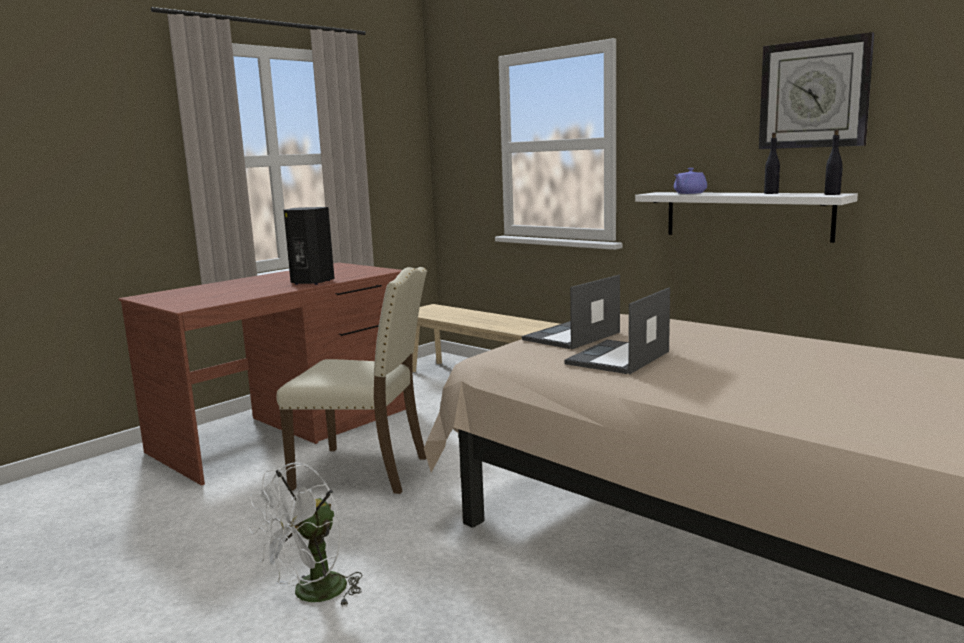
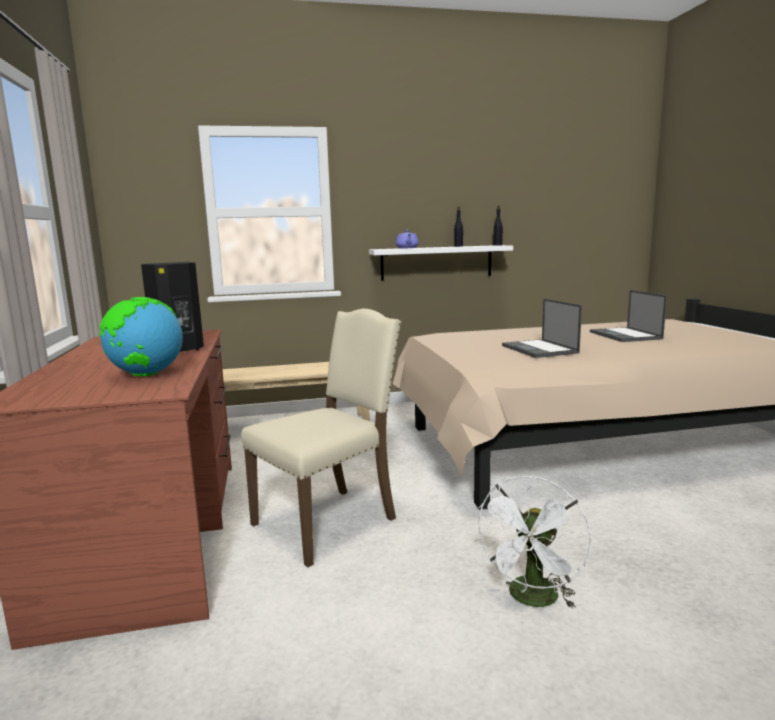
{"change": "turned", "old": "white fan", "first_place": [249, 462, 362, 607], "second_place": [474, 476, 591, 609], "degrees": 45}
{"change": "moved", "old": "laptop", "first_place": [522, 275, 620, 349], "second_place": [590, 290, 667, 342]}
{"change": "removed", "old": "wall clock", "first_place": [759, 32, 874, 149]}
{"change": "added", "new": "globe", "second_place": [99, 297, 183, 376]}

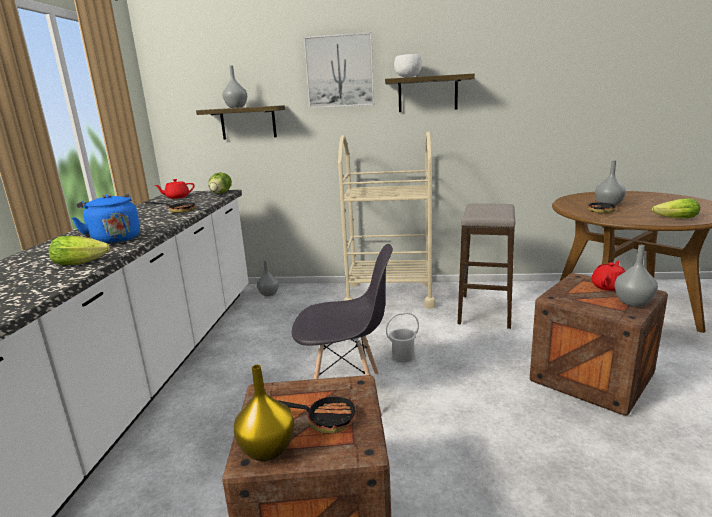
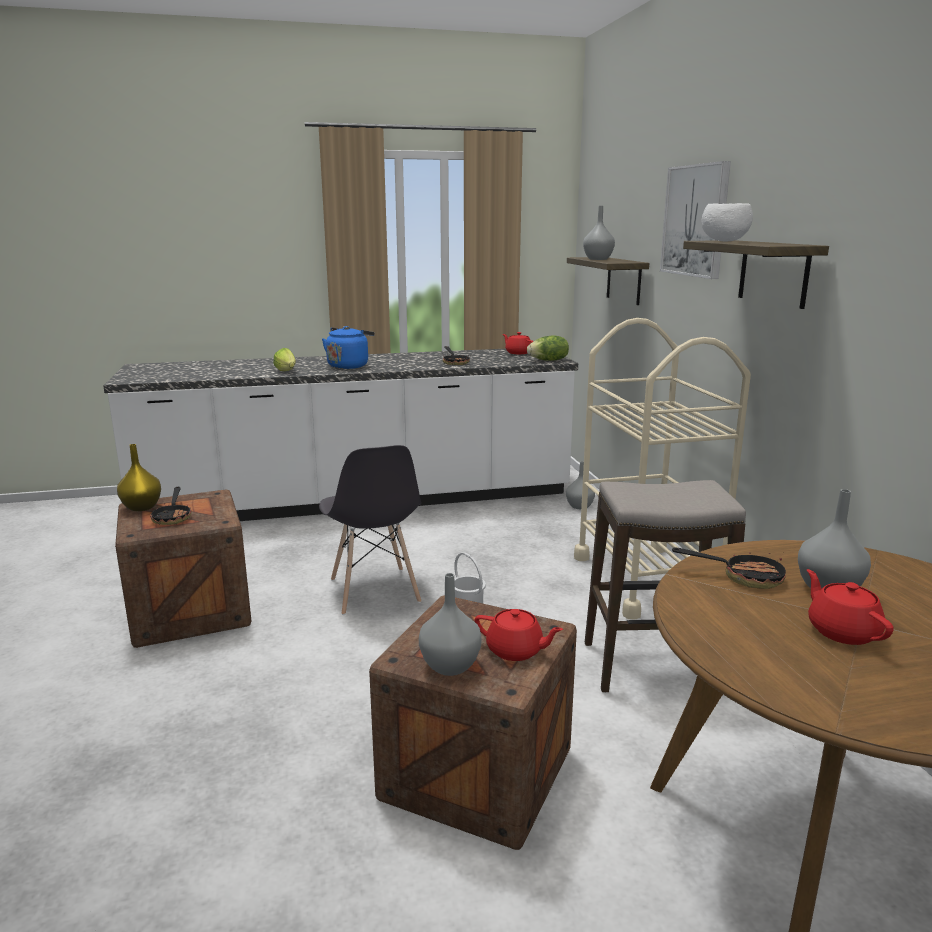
{"change": "removed", "old": "lettuce", "first_place": [652, 198, 700, 218]}
{"change": "added", "new": "red teapot", "second_place": [807, 569, 893, 645]}

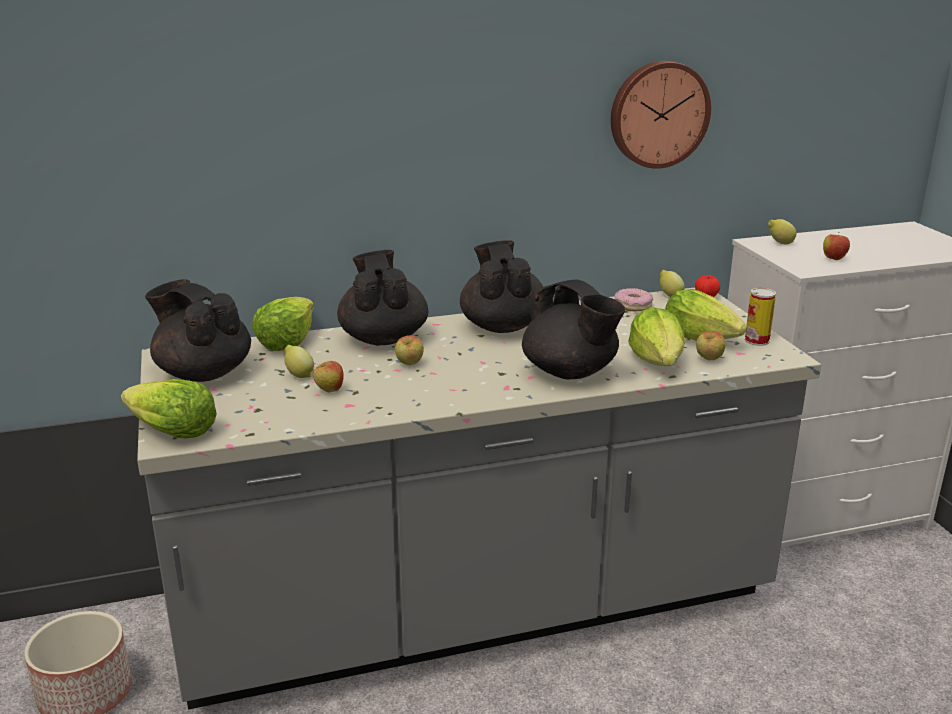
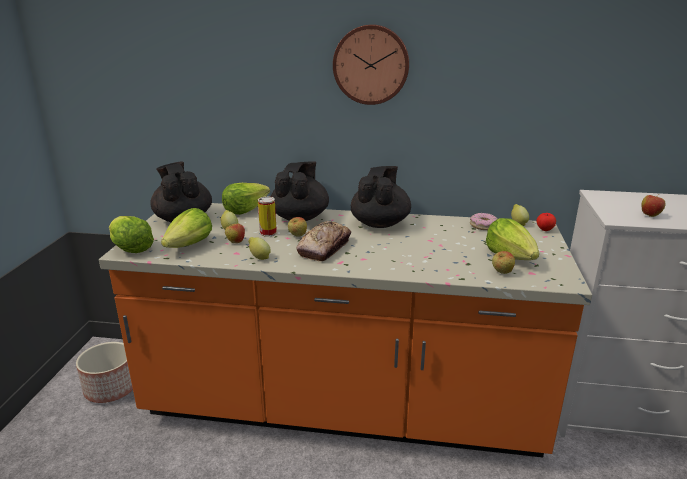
{"change": "recoloured", "old": "grey counter", "new": "orange counter", "first_place": [137, 287, 821, 710], "second_place": [99, 203, 592, 457]}
{"change": "removed", "old": "black teapot", "first_place": [522, 279, 625, 379]}
{"change": "moved", "old": "wall clock", "first_place": [611, 61, 711, 169], "second_place": [333, 24, 409, 105]}
{"change": "moved", "old": "lettuce", "first_place": [628, 307, 685, 366], "second_place": [161, 208, 212, 248]}
{"change": "moved", "old": "can", "first_place": [745, 288, 776, 346], "second_place": [258, 196, 277, 237]}
{"change": "moved", "old": "lemon", "first_place": [768, 219, 796, 244], "second_place": [249, 237, 271, 260]}
{"change": "added", "new": "bread", "second_place": [296, 221, 351, 261]}

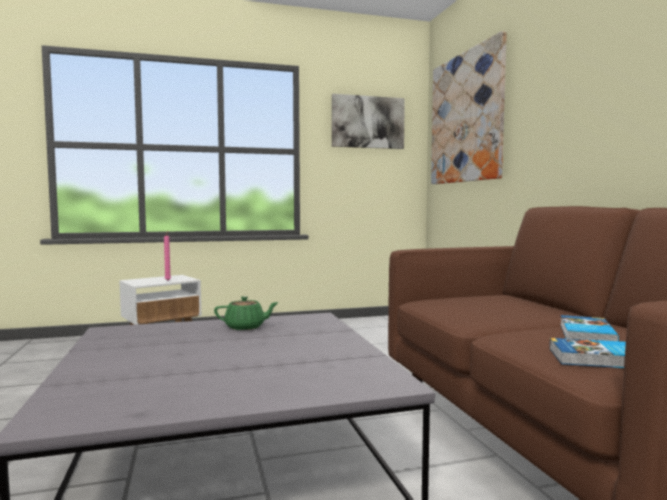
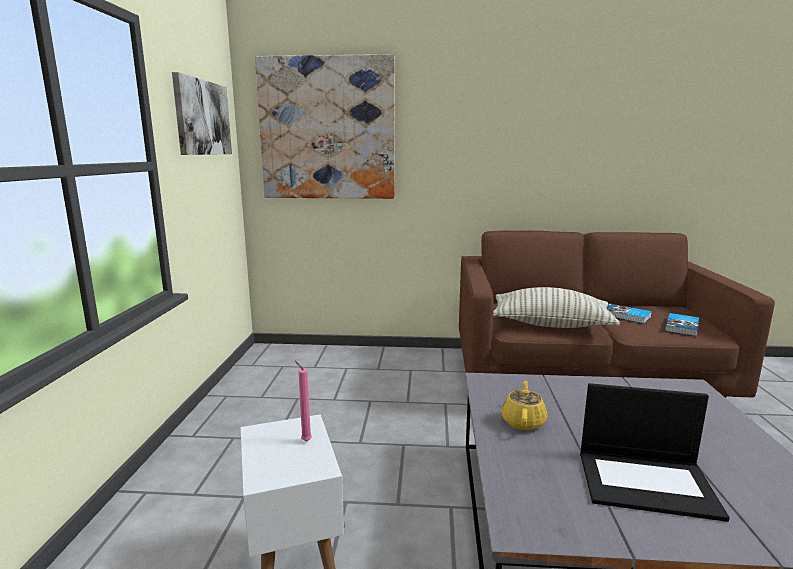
{"change": "recoloured", "old": "green teapot", "new": "yellow teapot", "first_place": [214, 296, 279, 330], "second_place": [501, 381, 547, 431]}
{"change": "added", "new": "pillow", "second_place": [493, 287, 620, 328]}
{"change": "added", "new": "laptop", "second_place": [580, 383, 730, 522]}

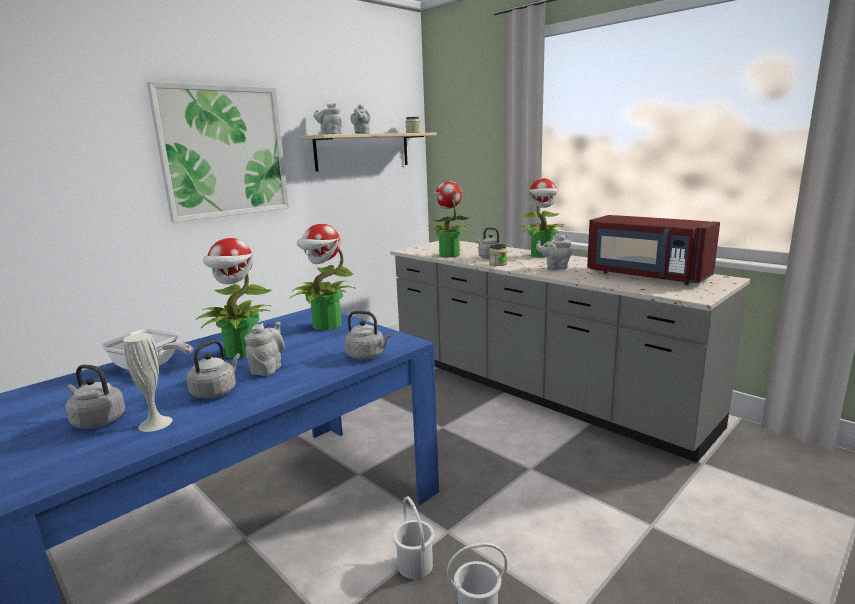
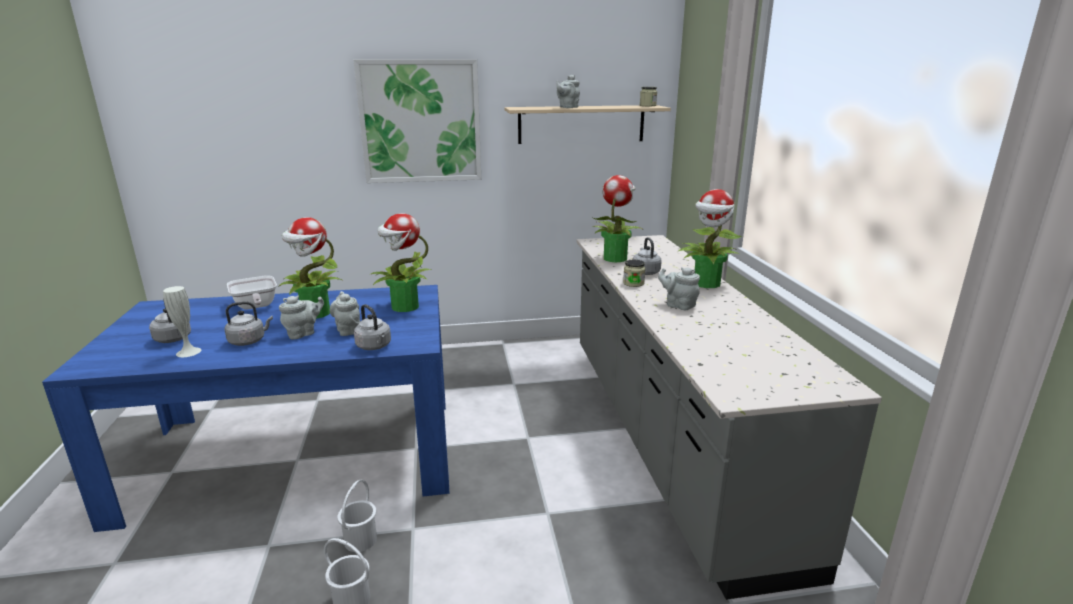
{"change": "moved", "old": "grey teapot", "first_place": [314, 103, 342, 135], "second_place": [330, 291, 360, 336]}
{"change": "removed", "old": "red microwave", "first_place": [587, 215, 720, 285]}

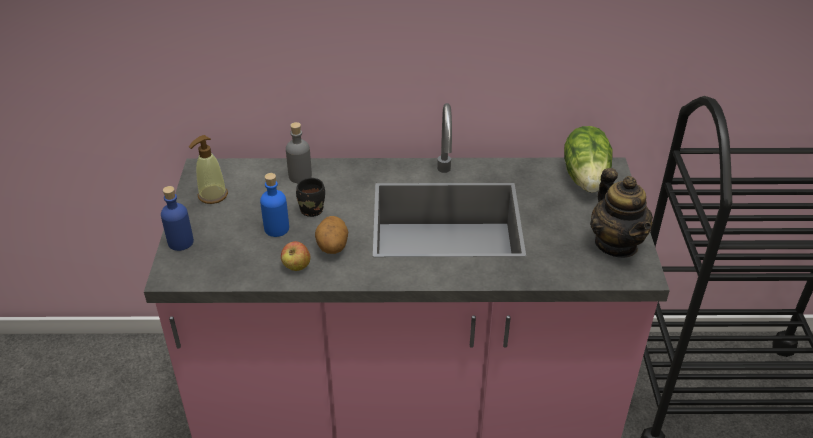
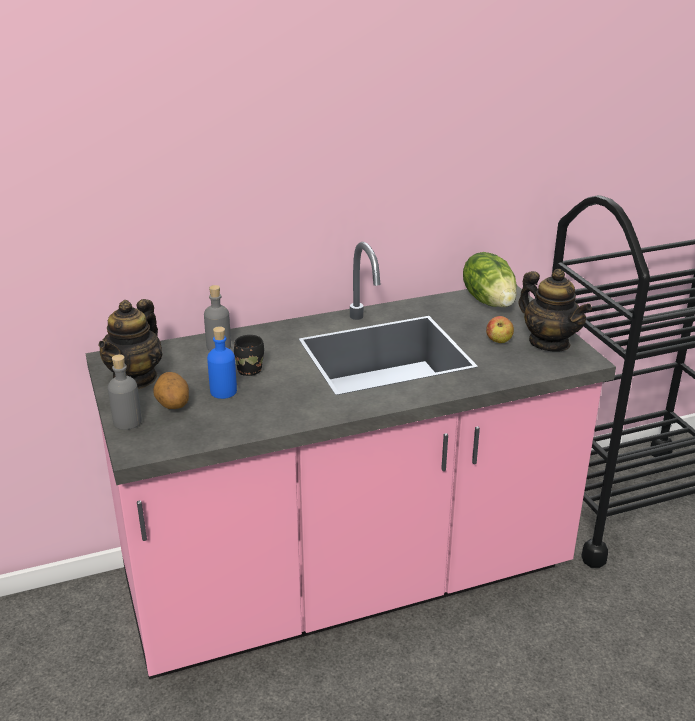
{"change": "recoloured", "old": "blue bottle", "new": "grey bottle", "first_place": [161, 186, 194, 251], "second_place": [108, 354, 142, 430]}
{"change": "replaced", "old": "soap dispenser", "new": "teapot", "first_place": [189, 135, 228, 204], "second_place": [99, 299, 163, 389]}
{"change": "moved", "old": "apple", "first_place": [281, 241, 311, 271], "second_place": [486, 316, 514, 343]}
{"change": "moved", "old": "potato", "first_place": [315, 216, 348, 254], "second_place": [153, 372, 189, 409]}

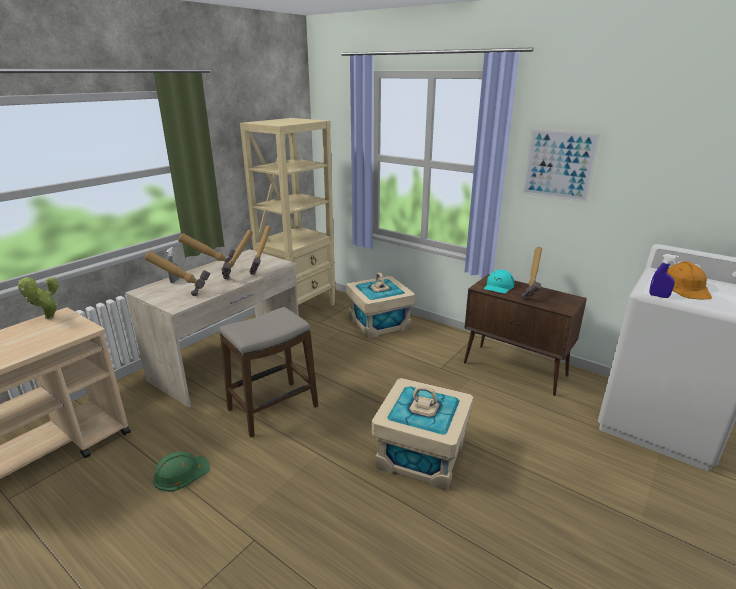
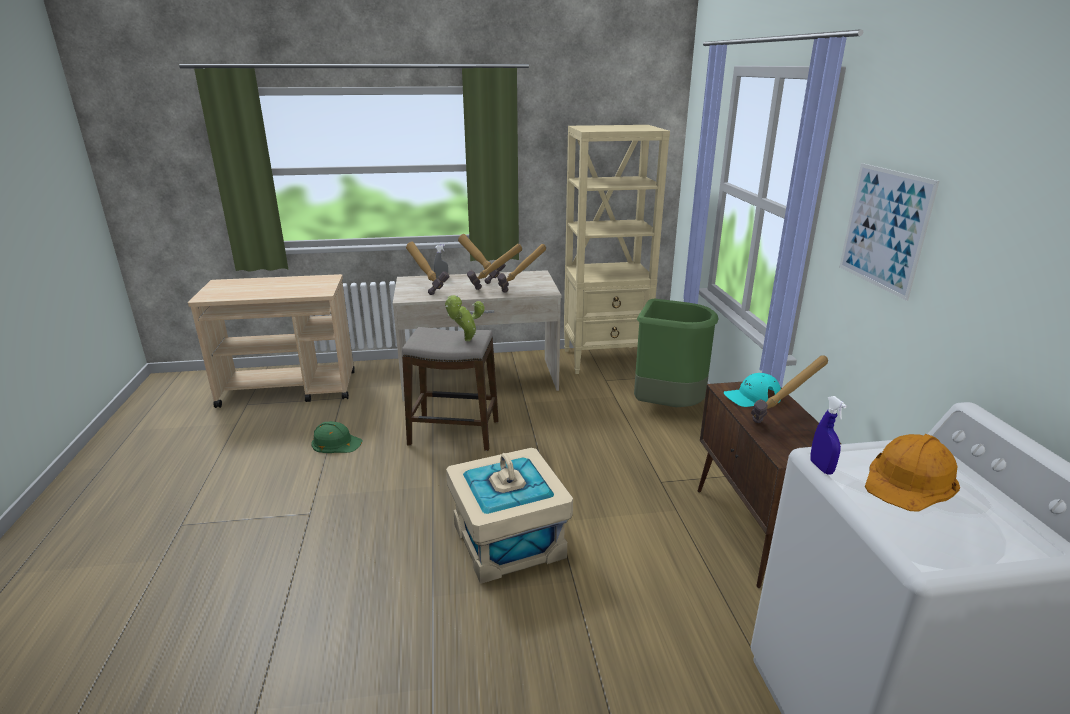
{"change": "moved", "old": "potted plant", "first_place": [17, 276, 59, 319], "second_place": [445, 295, 485, 341]}
{"change": "replaced", "old": "beige storage box", "new": "green trash can", "first_place": [346, 272, 415, 339], "second_place": [634, 299, 719, 407]}

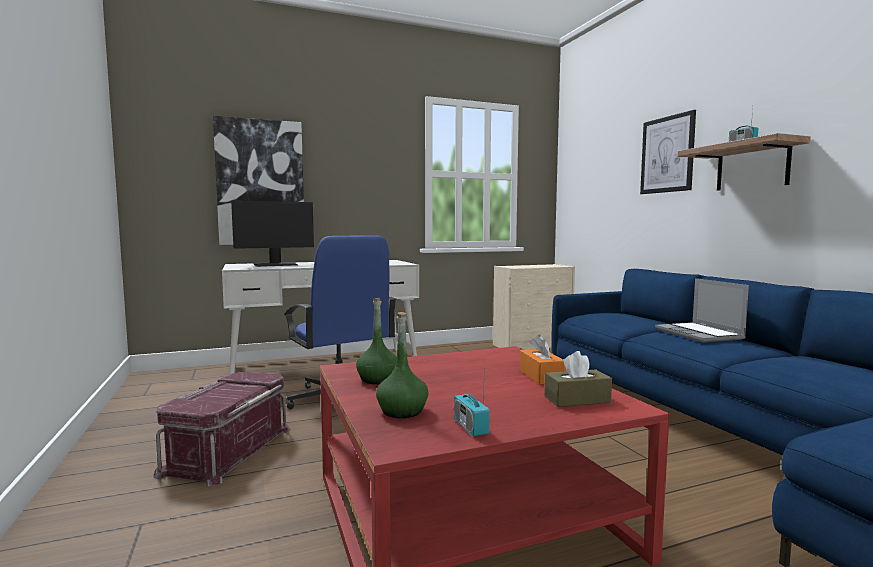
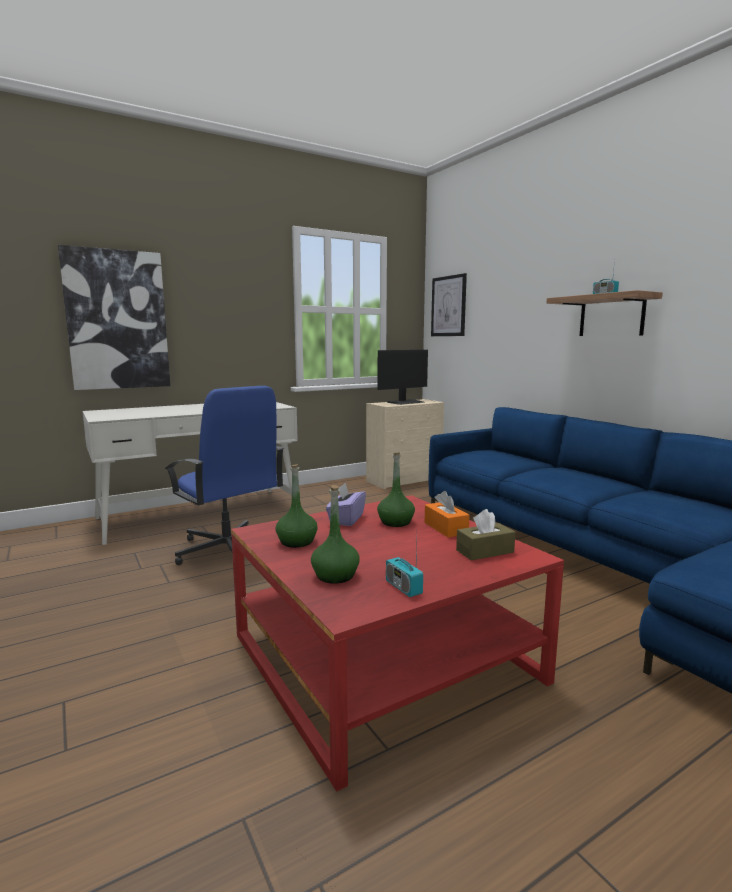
{"change": "removed", "old": "red storage box", "first_place": [154, 372, 291, 486]}
{"change": "moved", "old": "monitor", "first_place": [231, 200, 314, 267], "second_place": [377, 350, 428, 405]}
{"change": "moved", "old": "picture", "first_place": [640, 110, 696, 194], "second_place": [431, 273, 467, 336]}
{"change": "removed", "old": "laptop", "first_place": [655, 278, 749, 343]}
{"change": "added", "new": "purple tissue box", "second_place": [326, 483, 366, 526]}
{"change": "added", "new": "green bottle", "second_place": [377, 452, 415, 527]}

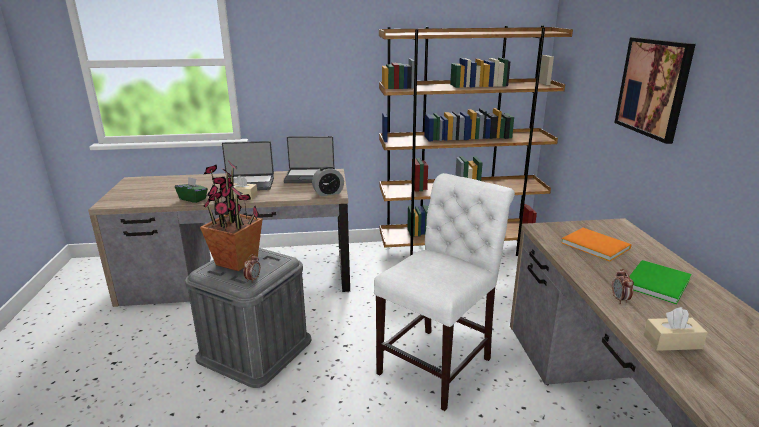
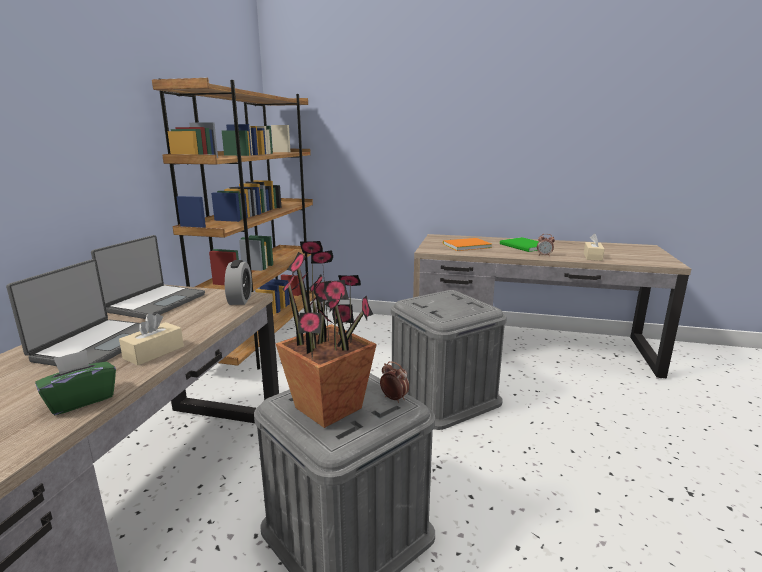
{"change": "replaced", "old": "white chair", "new": "grey storage box", "first_place": [374, 173, 515, 411], "second_place": [391, 290, 507, 430]}
{"change": "removed", "old": "picture", "first_place": [614, 37, 696, 144]}

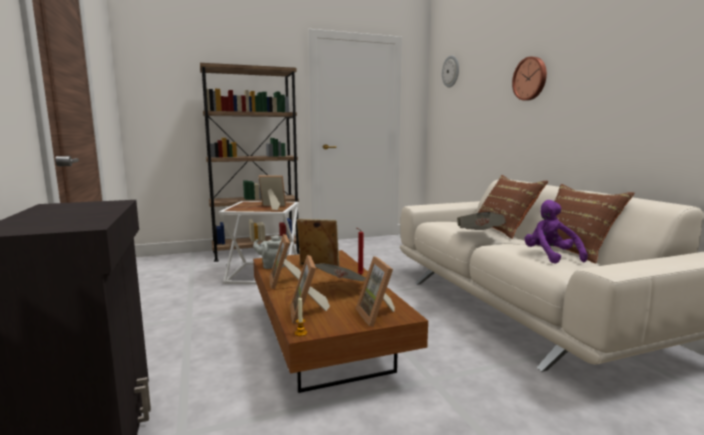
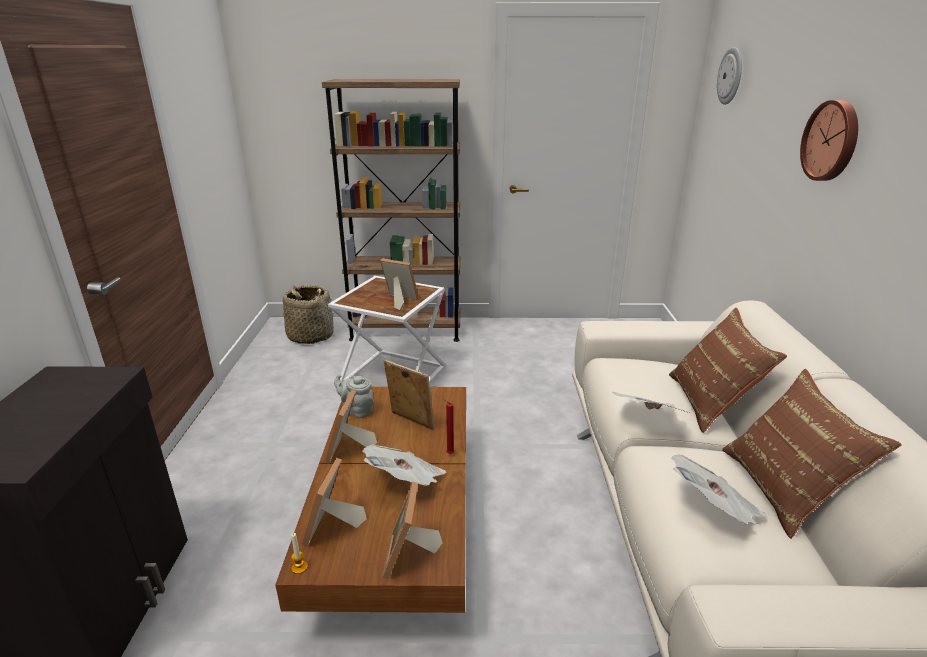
{"change": "replaced", "old": "purple plush toy", "new": "newspaper", "first_place": [525, 200, 588, 264], "second_place": [671, 454, 767, 524]}
{"change": "added", "new": "basket", "second_place": [283, 285, 333, 344]}

